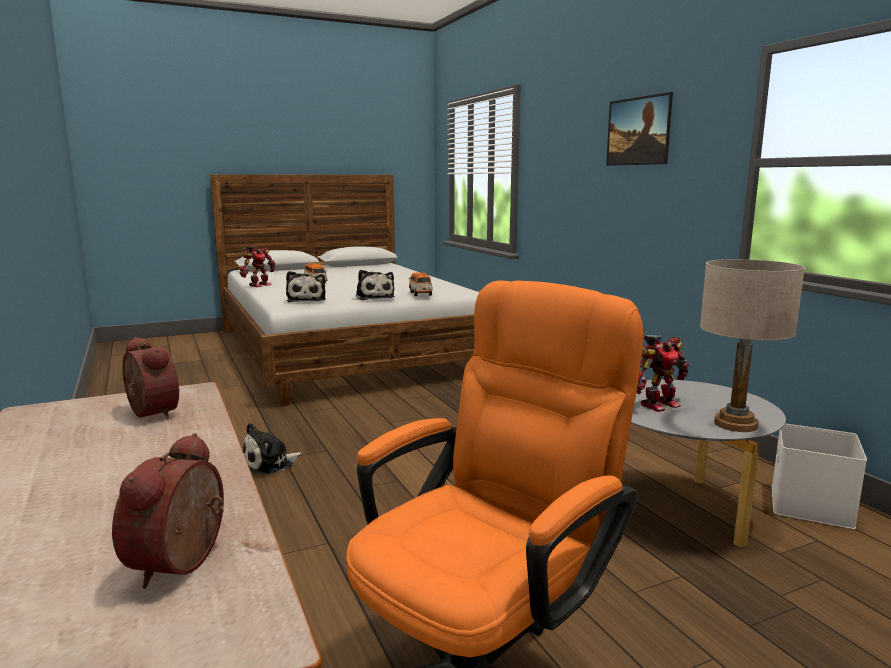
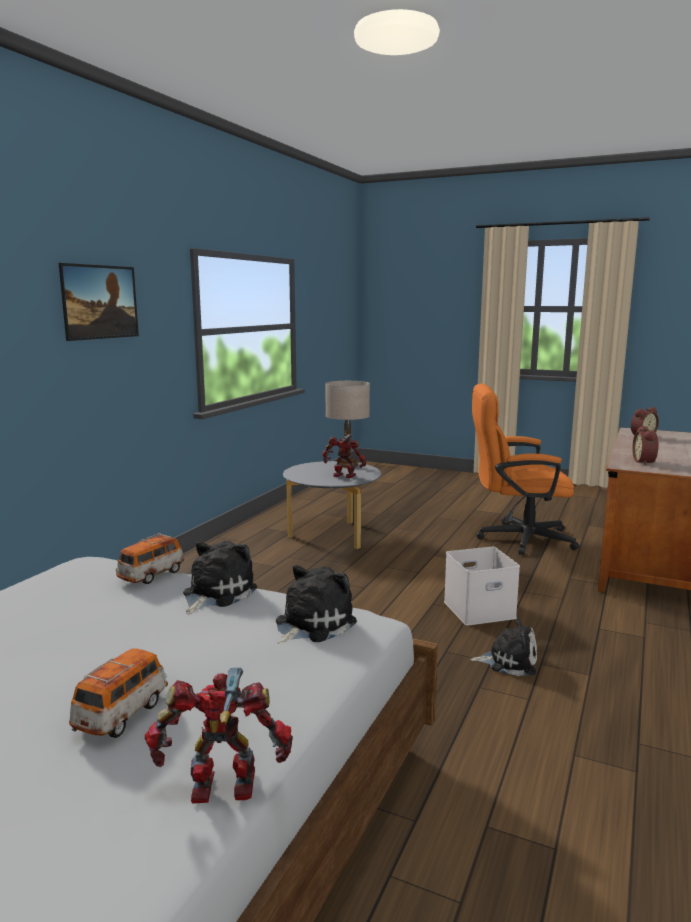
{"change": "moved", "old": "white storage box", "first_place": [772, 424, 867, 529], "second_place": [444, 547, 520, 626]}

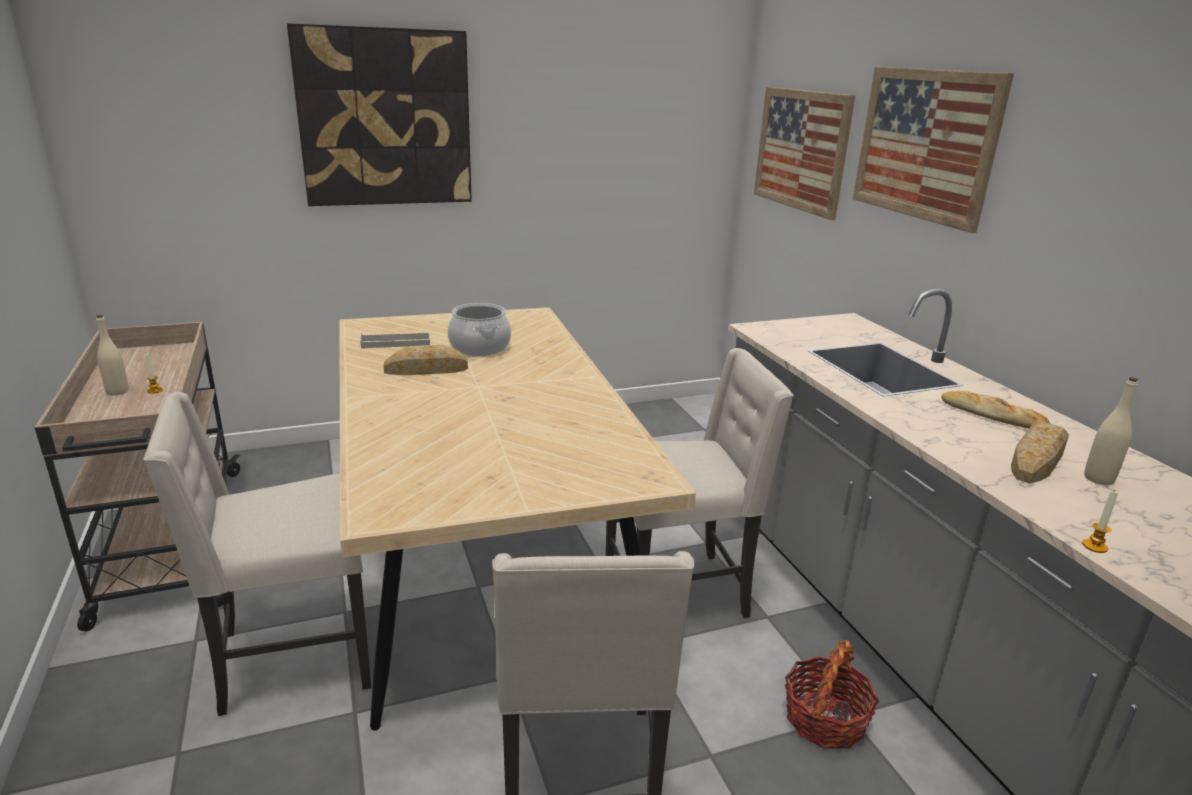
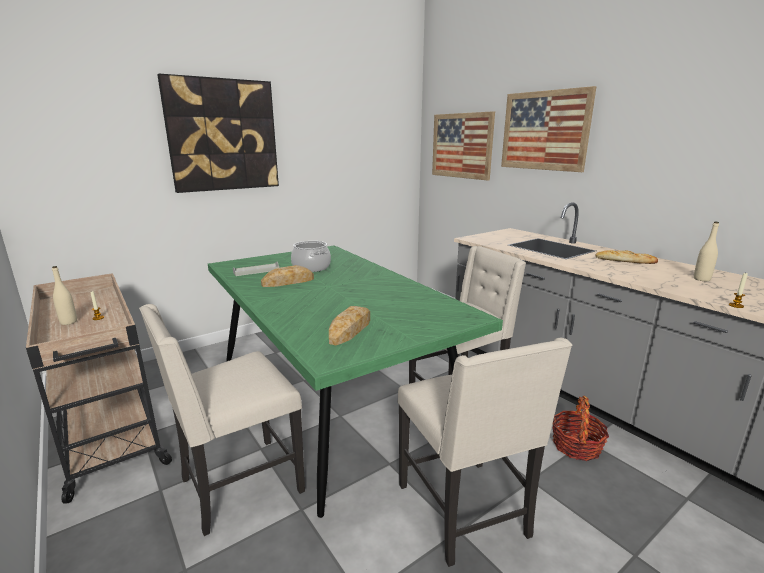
{"change": "recoloured", "old": "beige dining table", "new": "green dining table", "first_place": [339, 307, 696, 730], "second_place": [208, 245, 503, 518]}
{"change": "moved", "old": "bread", "first_place": [1011, 421, 1069, 483], "second_place": [329, 306, 370, 345]}

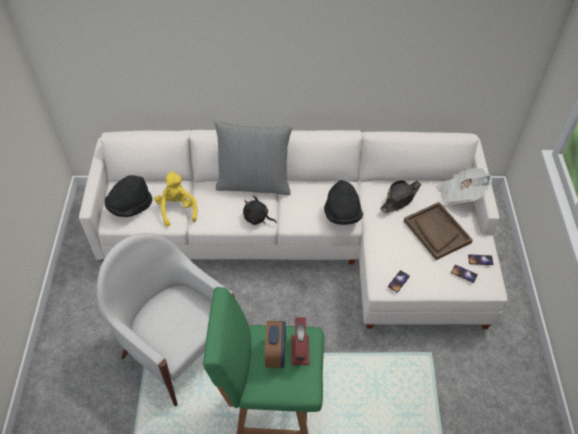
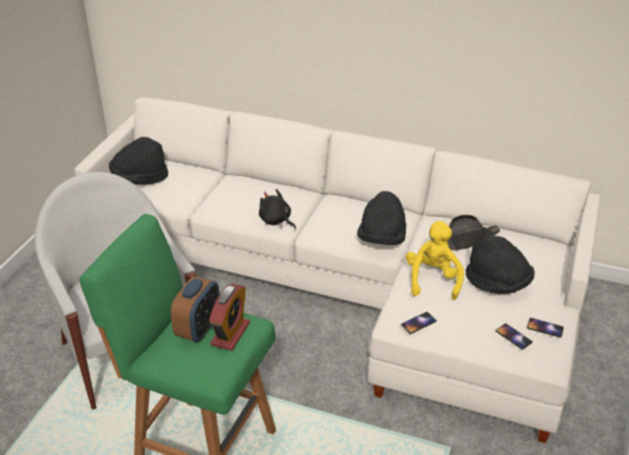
{"change": "moved", "old": "yellow plush toy", "first_place": [155, 171, 197, 227], "second_place": [406, 221, 464, 300]}
{"change": "removed", "old": "grey pillow", "first_place": [214, 121, 292, 195]}
{"change": "replaced", "old": "brown tray", "new": "black hat", "first_place": [404, 202, 473, 260], "second_place": [465, 236, 535, 294]}
{"change": "removed", "old": "newspaper", "first_place": [437, 168, 492, 204]}

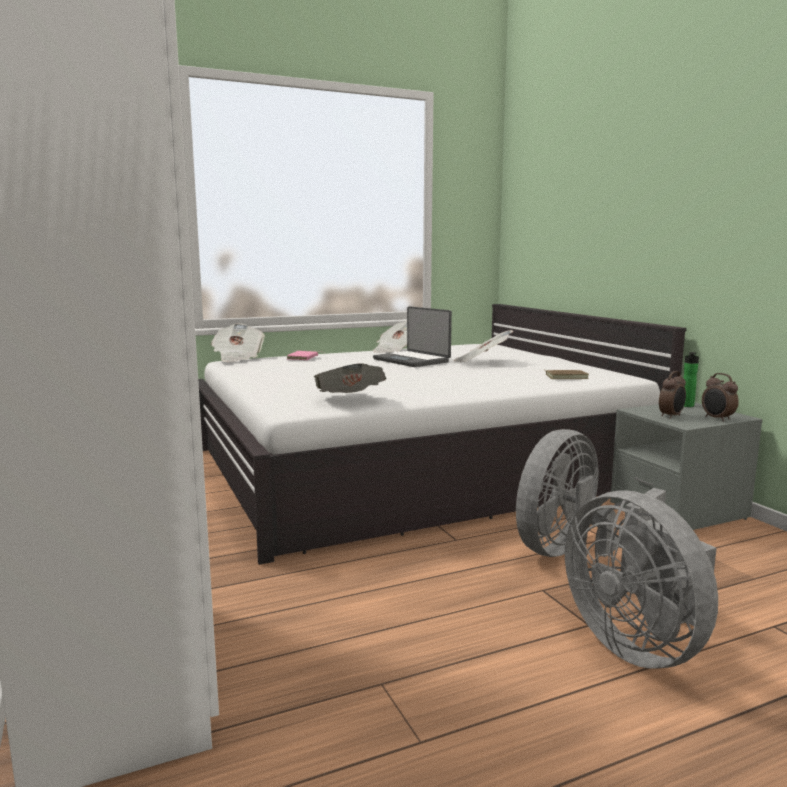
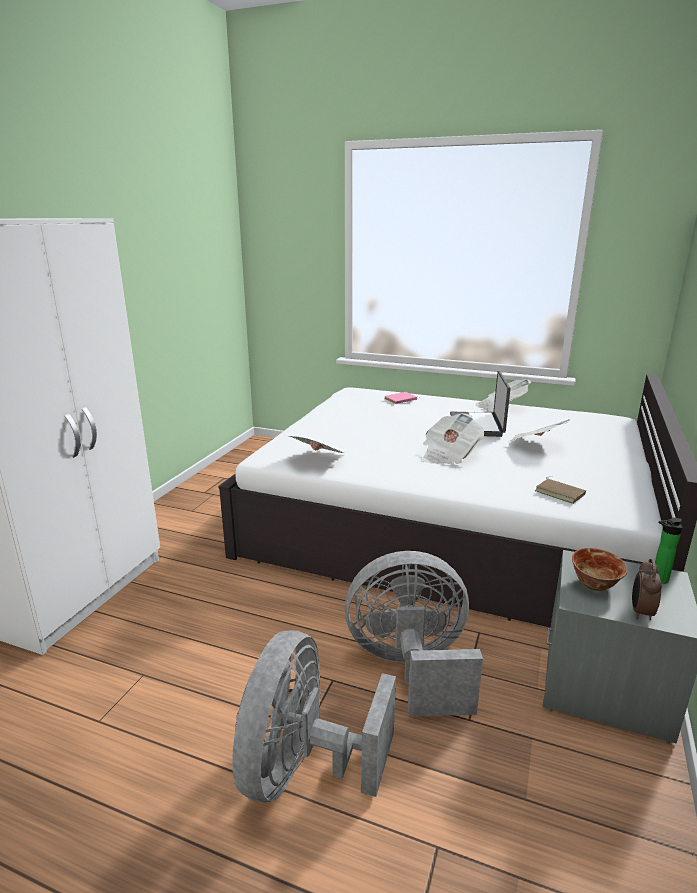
{"change": "moved", "old": "newspaper", "first_place": [211, 323, 265, 362], "second_place": [423, 413, 484, 464]}
{"change": "replaced", "old": "alarm clock", "new": "bowl", "first_place": [659, 371, 686, 419], "second_place": [572, 548, 628, 591]}

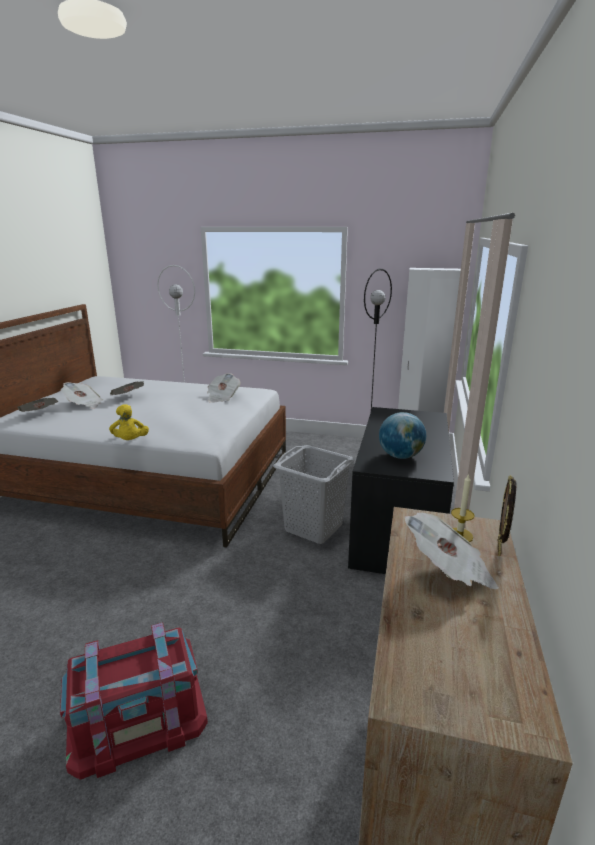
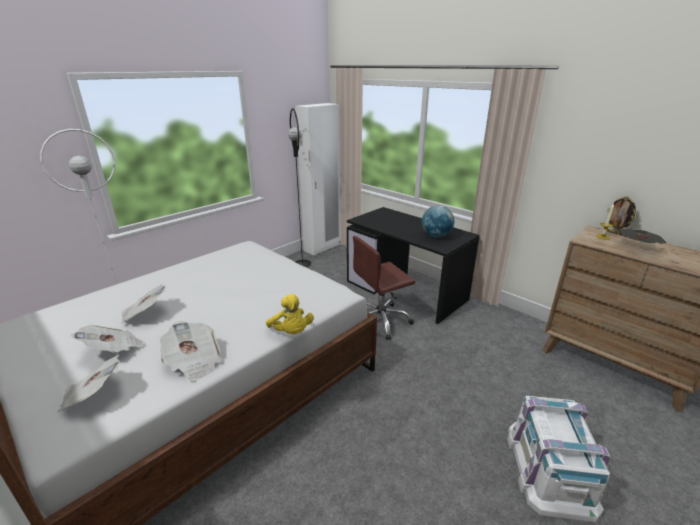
{"change": "recoloured", "old": "red storage box", "new": "white storage box", "first_place": [60, 622, 208, 780], "second_place": [507, 396, 610, 522]}
{"change": "turned", "old": "yellow plush toy", "first_place": [109, 404, 149, 440], "second_place": [266, 294, 314, 334], "degrees": 45}
{"change": "moved", "old": "newspaper", "first_place": [207, 373, 241, 403], "second_place": [160, 321, 222, 382]}
{"change": "replaced", "old": "grey laundry basket", "new": "brown office chair", "first_place": [273, 445, 355, 544], "second_place": [353, 236, 415, 340]}

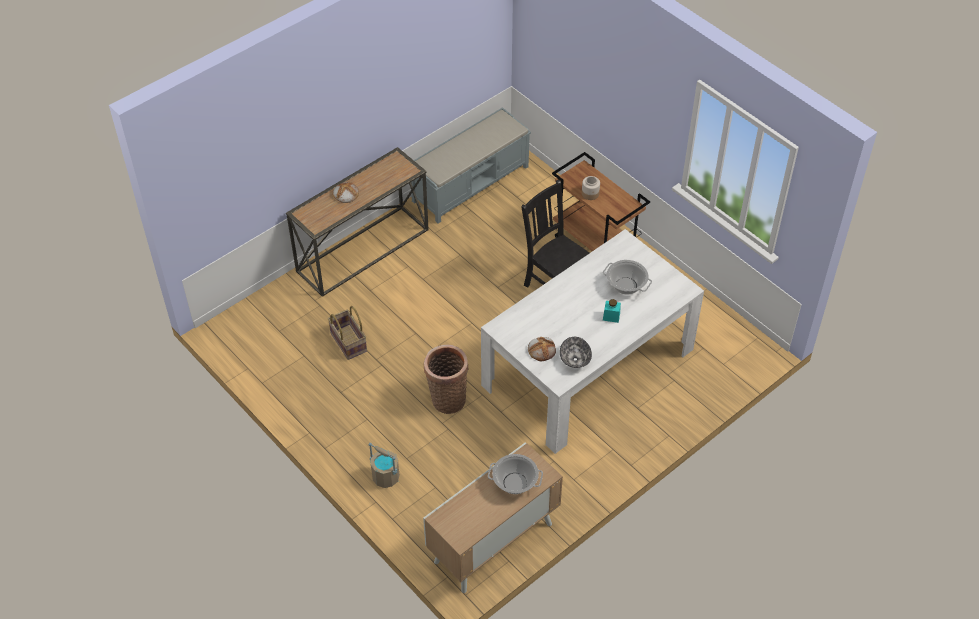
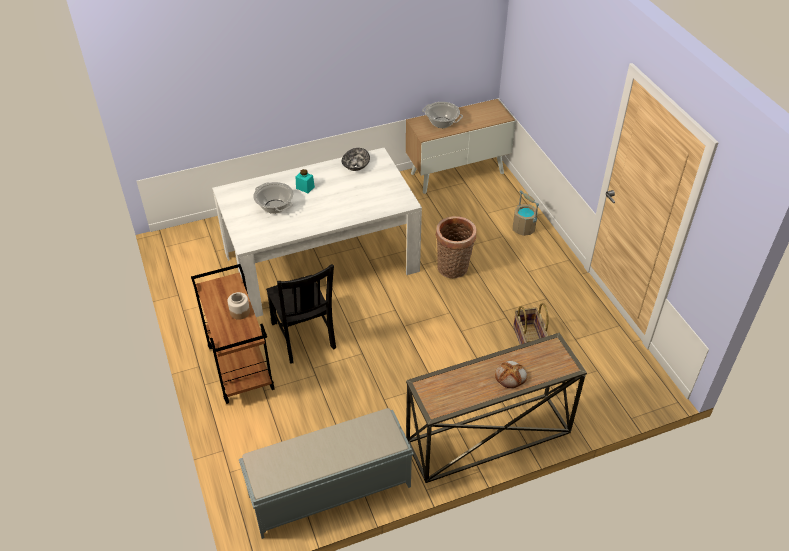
{"change": "removed", "old": "bread", "first_place": [528, 337, 556, 361]}

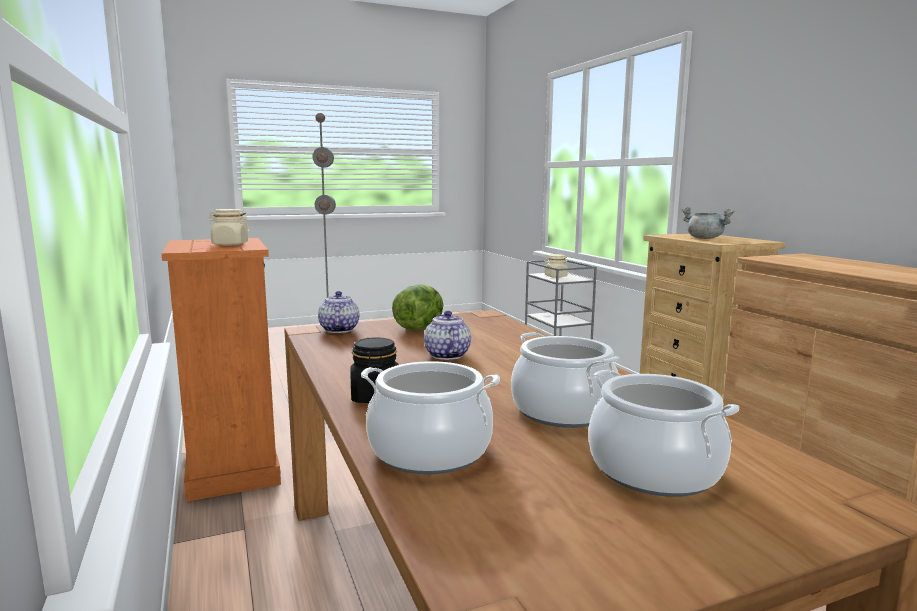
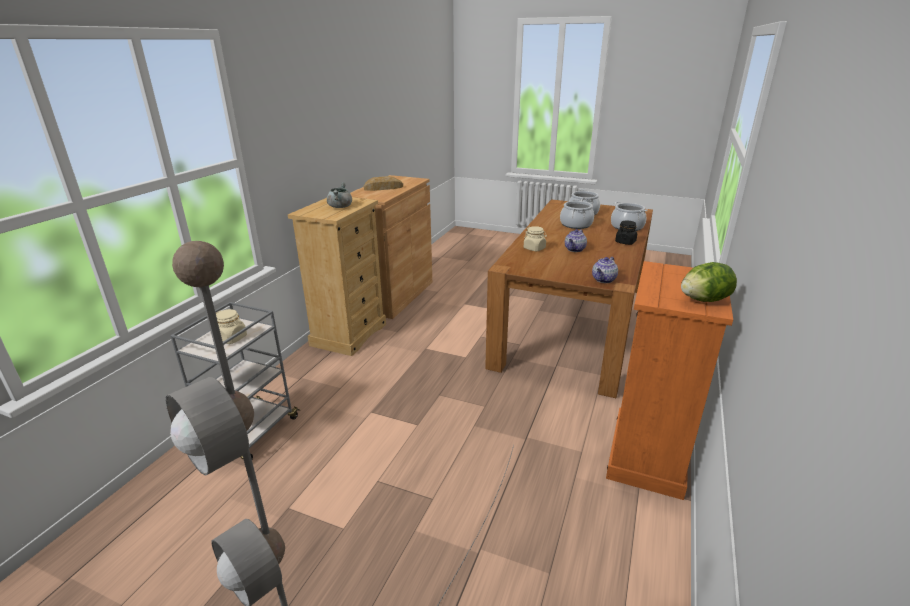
{"change": "moved", "old": "beige jar", "first_place": [207, 209, 249, 246], "second_place": [524, 226, 547, 251]}
{"change": "moved", "old": "lettuce", "first_place": [392, 285, 443, 330], "second_place": [681, 262, 737, 302]}
{"change": "added", "new": "bread", "second_place": [364, 176, 403, 191]}

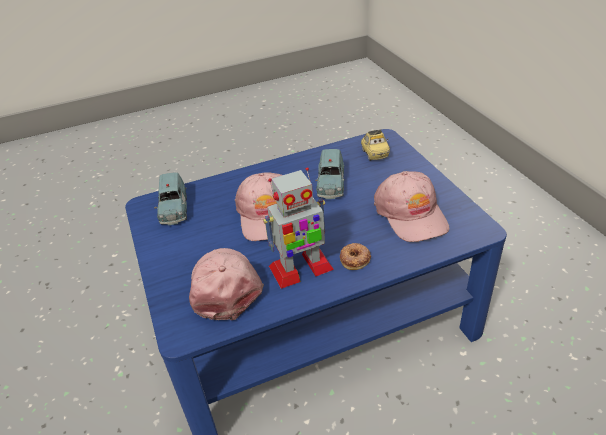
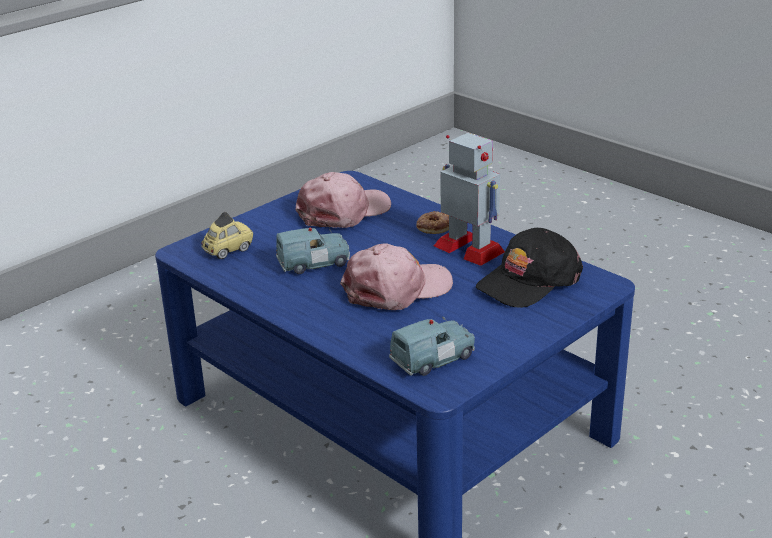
{"change": "recoloured", "old": "pink cap", "new": "black cap", "first_place": [189, 248, 264, 320], "second_place": [476, 228, 583, 308]}

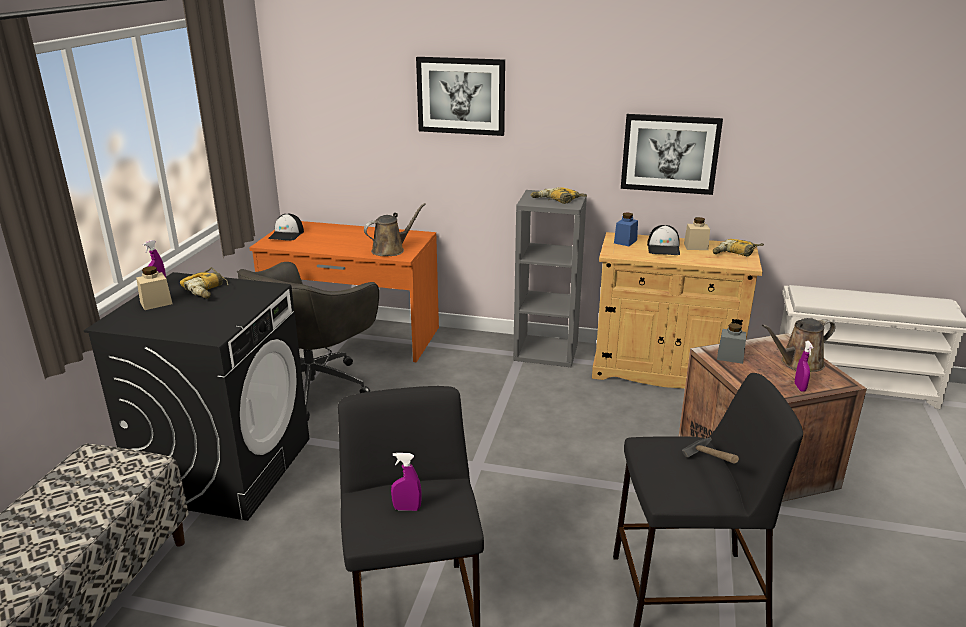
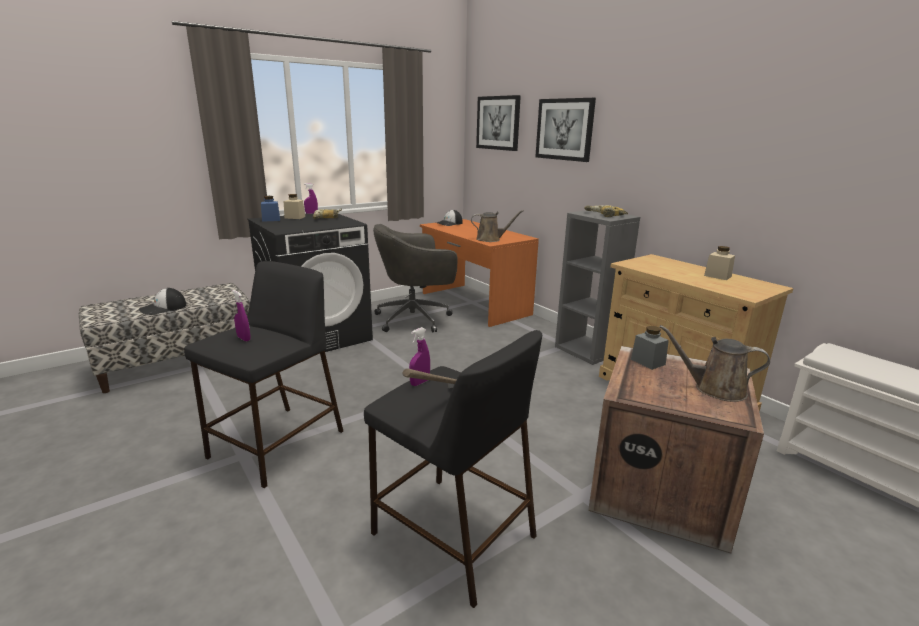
{"change": "moved", "old": "blue jar", "first_place": [614, 213, 638, 246], "second_place": [261, 196, 280, 222]}
{"change": "moved", "old": "picture", "first_place": [621, 114, 723, 195], "second_place": [476, 95, 521, 151]}
{"change": "moved", "old": "cap", "first_place": [647, 225, 680, 255], "second_place": [139, 288, 186, 315]}
{"change": "removed", "old": "power drill", "first_place": [713, 239, 764, 256]}
{"change": "moved", "old": "purple spray bottle", "first_place": [795, 341, 813, 392], "second_place": [409, 327, 430, 386]}

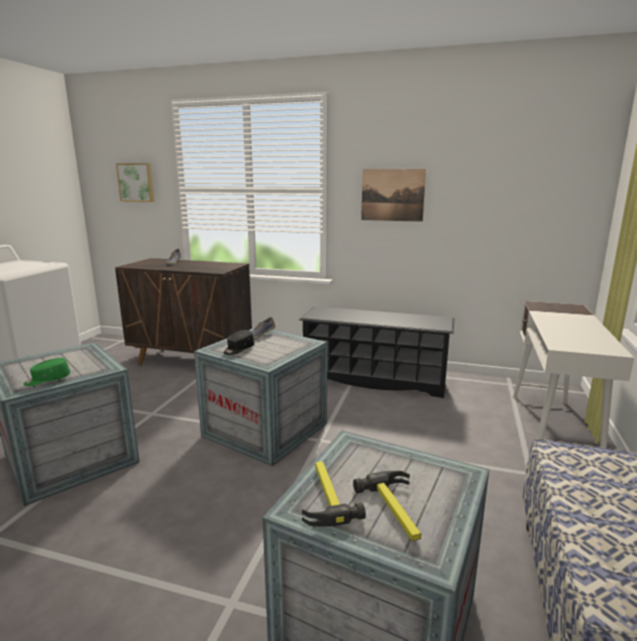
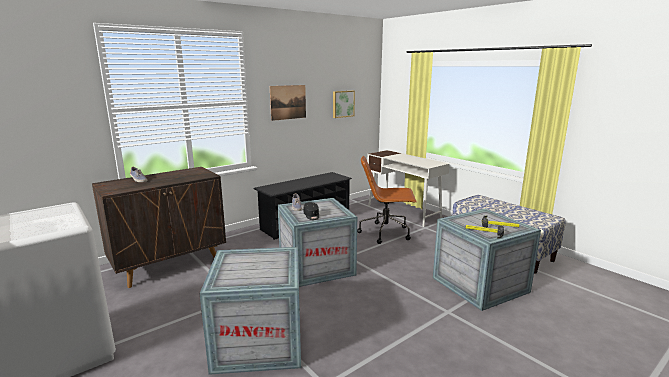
{"change": "removed", "old": "green cap", "first_place": [23, 358, 70, 386]}
{"change": "moved", "old": "picture", "first_place": [116, 163, 154, 202], "second_place": [333, 91, 355, 118]}
{"change": "added", "new": "brown office chair", "second_place": [357, 156, 417, 244]}

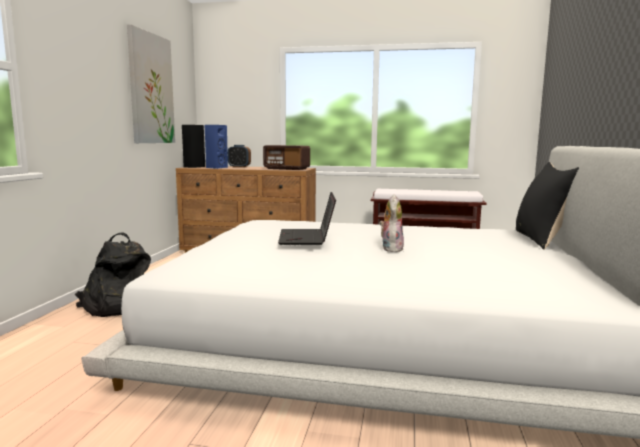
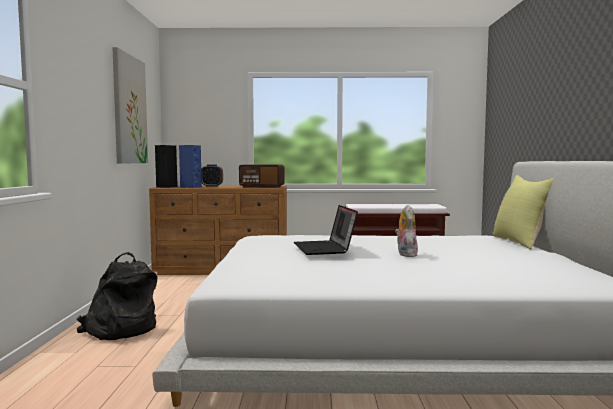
{"change": "recoloured", "old": "black pillow", "new": "yellow pillow", "first_place": [516, 162, 579, 249], "second_place": [492, 175, 554, 250]}

